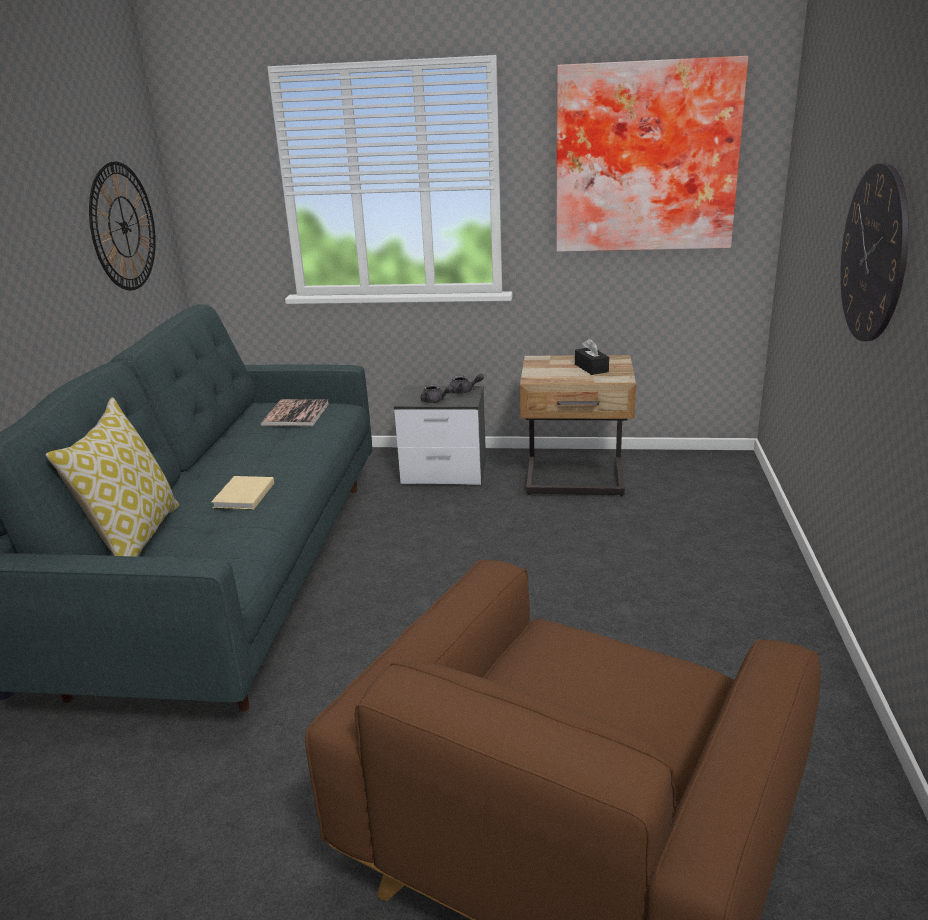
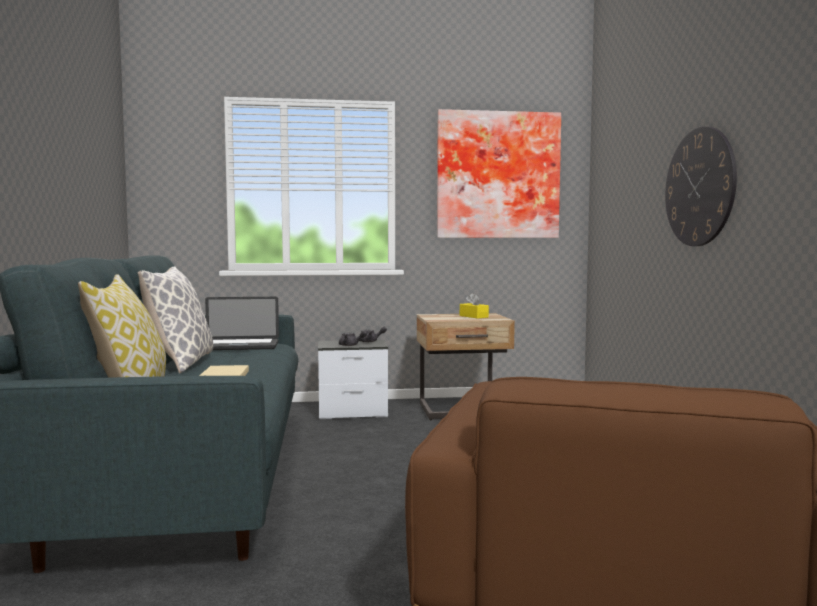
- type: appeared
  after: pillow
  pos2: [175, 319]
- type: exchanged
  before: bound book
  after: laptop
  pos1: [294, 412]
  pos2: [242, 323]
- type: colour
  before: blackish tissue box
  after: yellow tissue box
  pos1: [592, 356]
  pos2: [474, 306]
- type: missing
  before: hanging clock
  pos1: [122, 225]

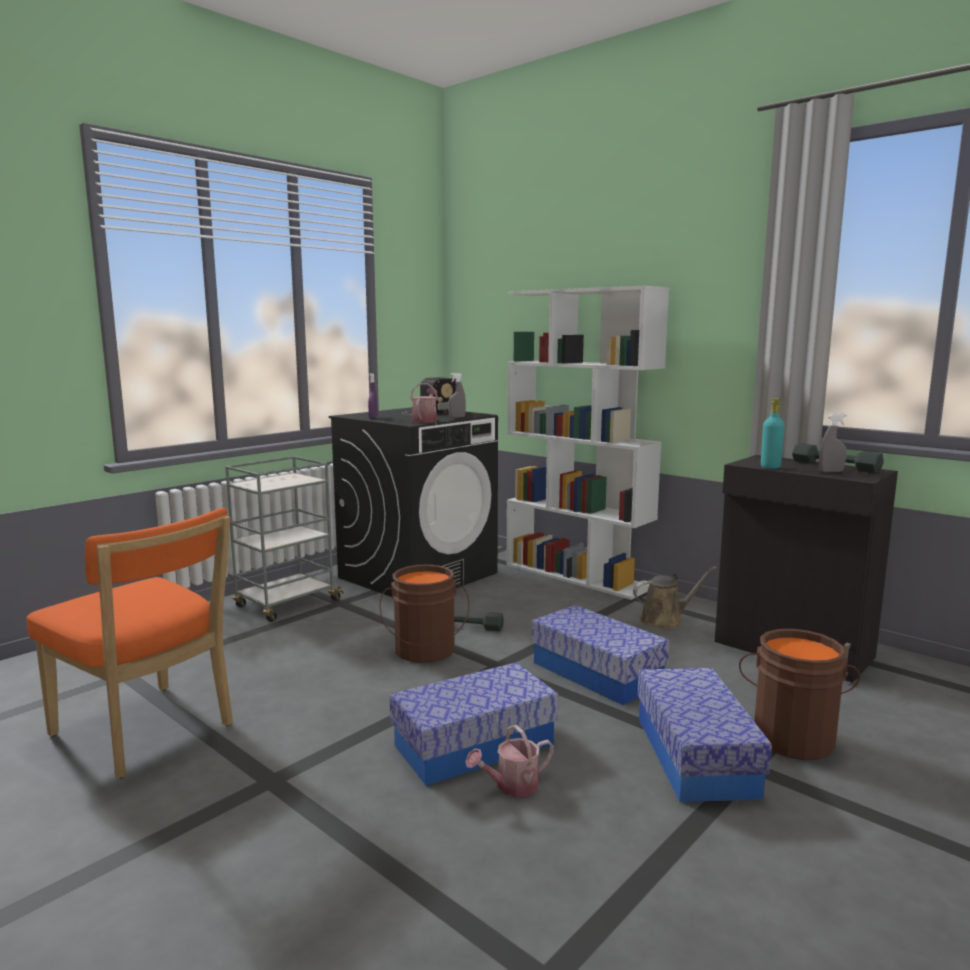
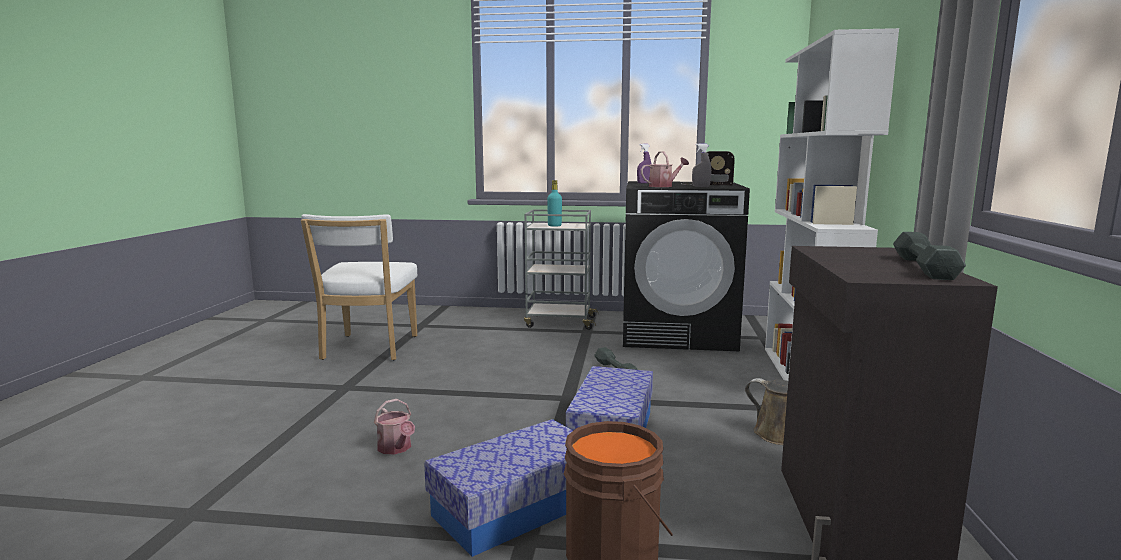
- type: colour
  before: orangey chair
  after: white-coloured chair
  pos1: [130, 643]
  pos2: [359, 287]
- type: spun
  before: sprinkling can
  pos1: [510, 761]
  pos2: [394, 426]
  turn: -150
- type: relocated
  before: turquoise bottle
  pos1: [773, 433]
  pos2: [554, 203]
- type: missing
  before: brown-coloured pail
  pos1: [424, 613]
- type: missing
  before: storage container
  pos1: [473, 724]
- type: missing
  before: greyish sprayer
  pos1: [833, 443]

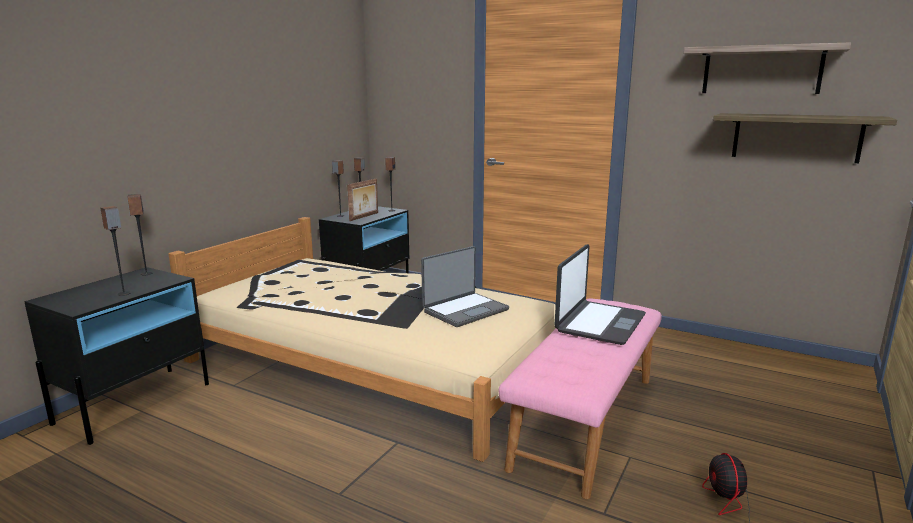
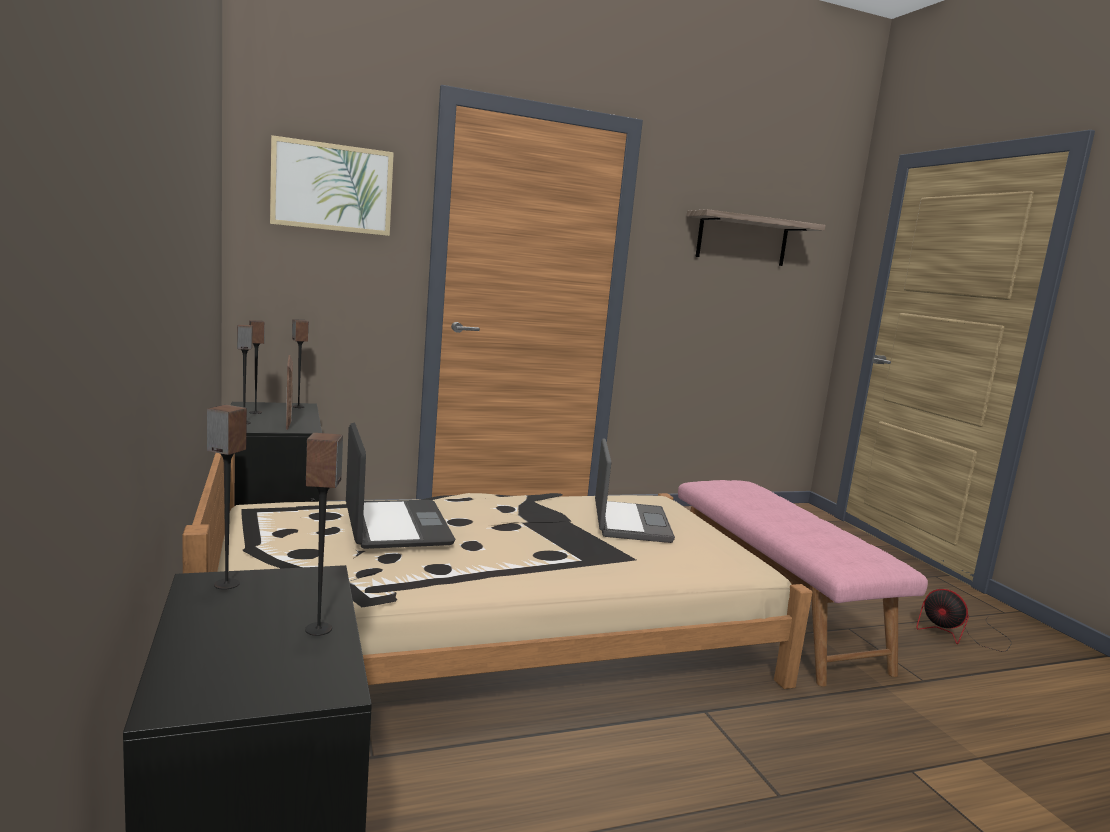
- type: appeared
  after: wall picture
  pos2: [332, 185]
- type: relocated
  before: laptop
  pos1: [600, 294]
  pos2: [400, 485]
- type: missing
  before: bracket shelf
  pos1: [805, 138]

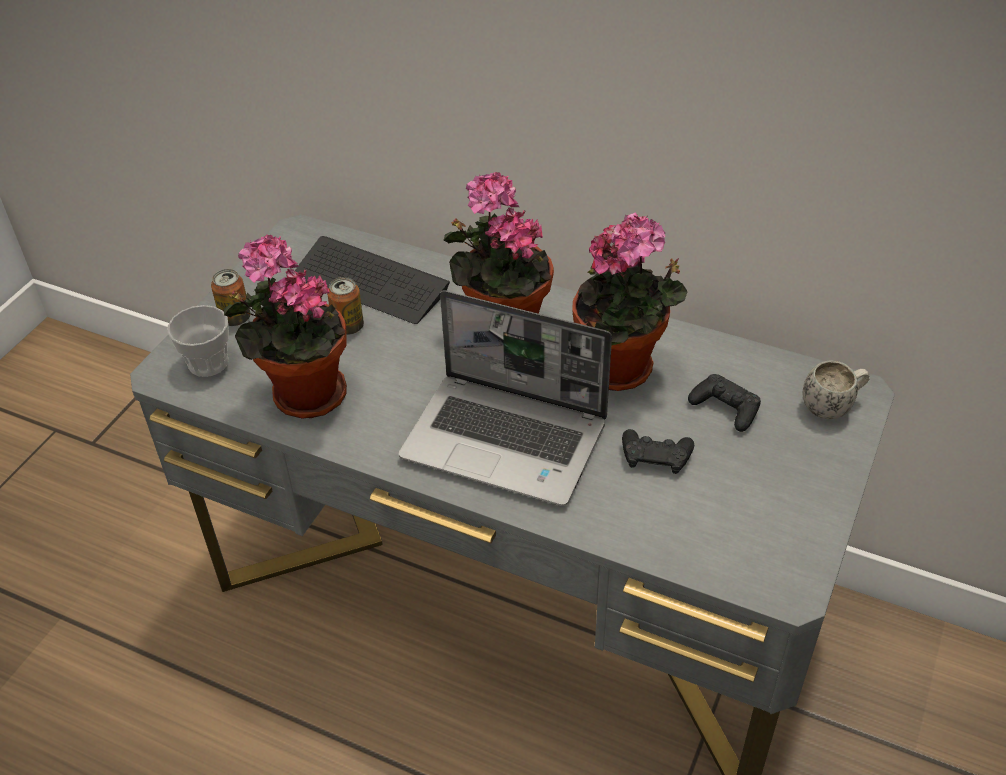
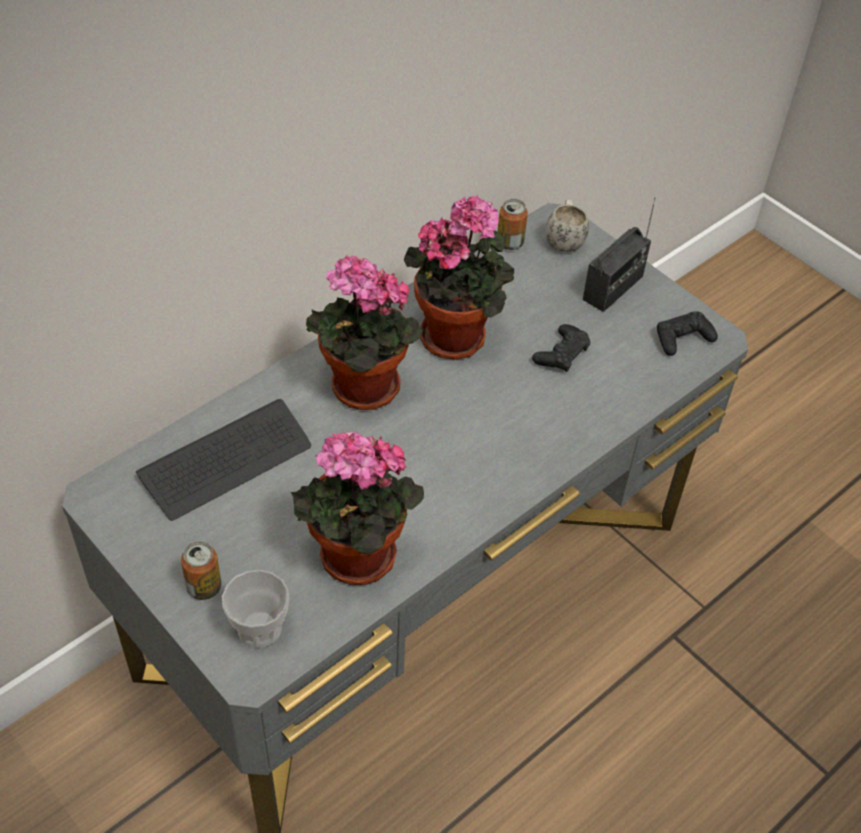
- type: relocated
  before: can
  pos1: [345, 306]
  pos2: [512, 224]
- type: appeared
  after: radio receiver
  pos2: [619, 254]
- type: relocated
  before: blackish gamepad
  pos1: [724, 403]
  pos2: [687, 333]
- type: missing
  before: laptop
  pos1: [505, 398]

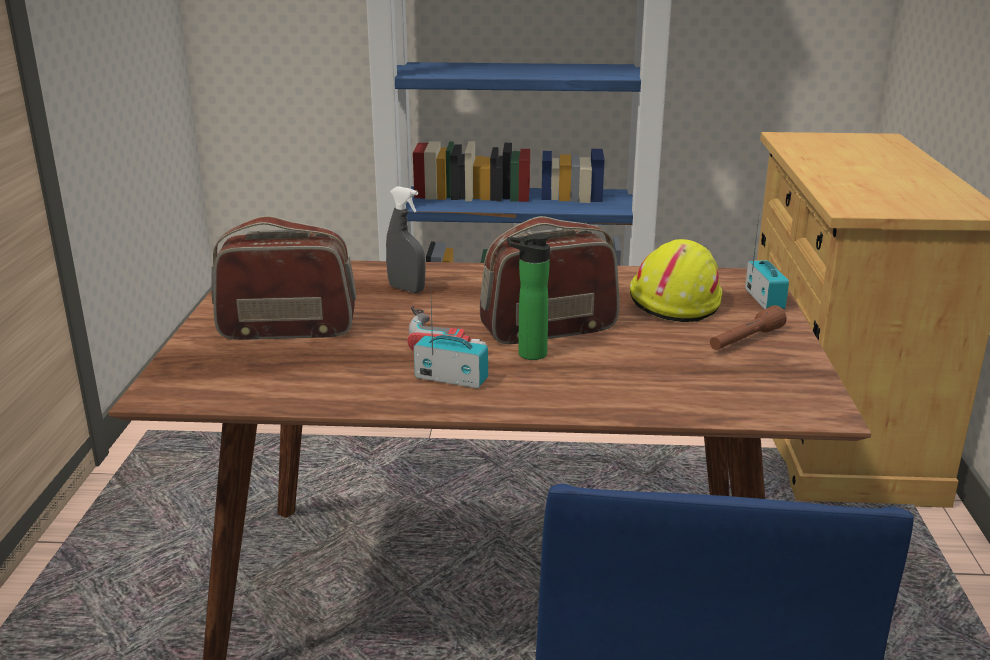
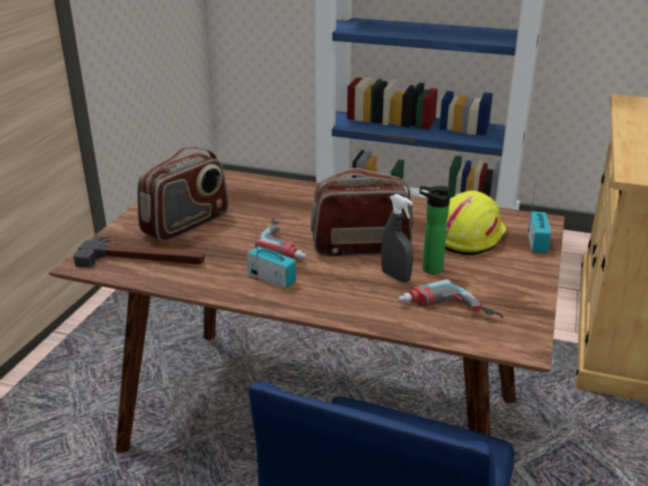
- type: appeared
  after: tool hammer
  pos2: [139, 252]
- type: spun
  before: radio receiver
  pos1: [284, 278]
  pos2: [183, 194]
  turn: 120
- type: relocated
  before: greyish sprayer
  pos1: [406, 239]
  pos2: [397, 238]
- type: appeared
  after: power drill
  pos2: [450, 298]
- type: relocated
  before: bottle
  pos1: [529, 297]
  pos2: [435, 230]
- type: missing
  before: brown-coloured torch
  pos1: [748, 327]

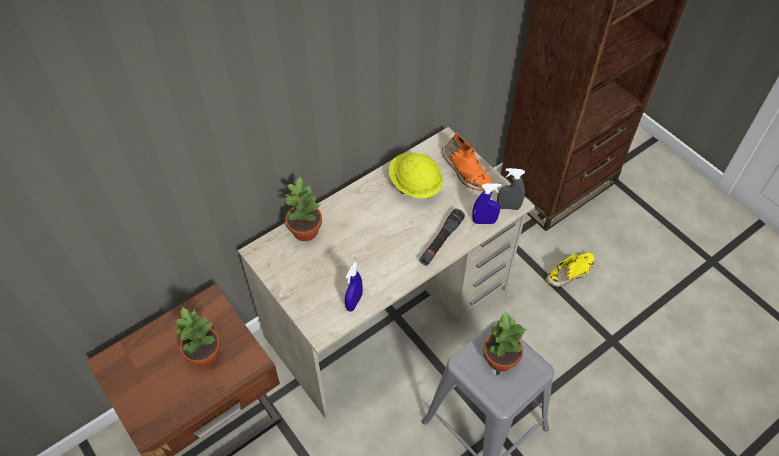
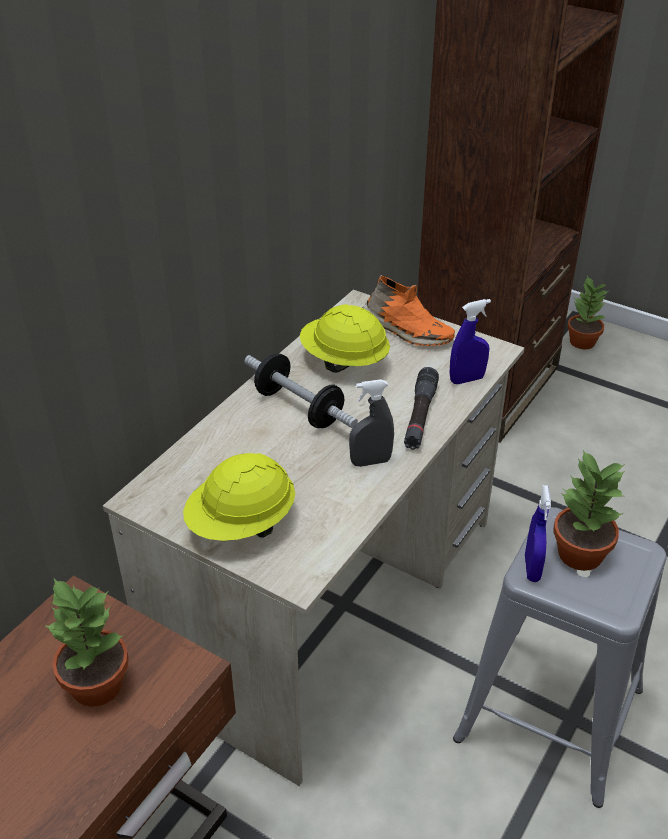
- type: appeared
  after: yellow work helmet
  pos2: [239, 497]
- type: appeared
  after: hand weight
  pos2: [301, 391]
- type: relocated
  before: greyish sprayer
  pos1: [511, 189]
  pos2: [371, 423]
- type: relocated
  before: blue sprayer
  pos1: [354, 287]
  pos2: [538, 533]
- type: relocated
  before: plant in a pot
  pos1: [303, 208]
  pos2: [587, 312]
- type: missing
  before: yellow item of footwear
  pos1: [570, 270]

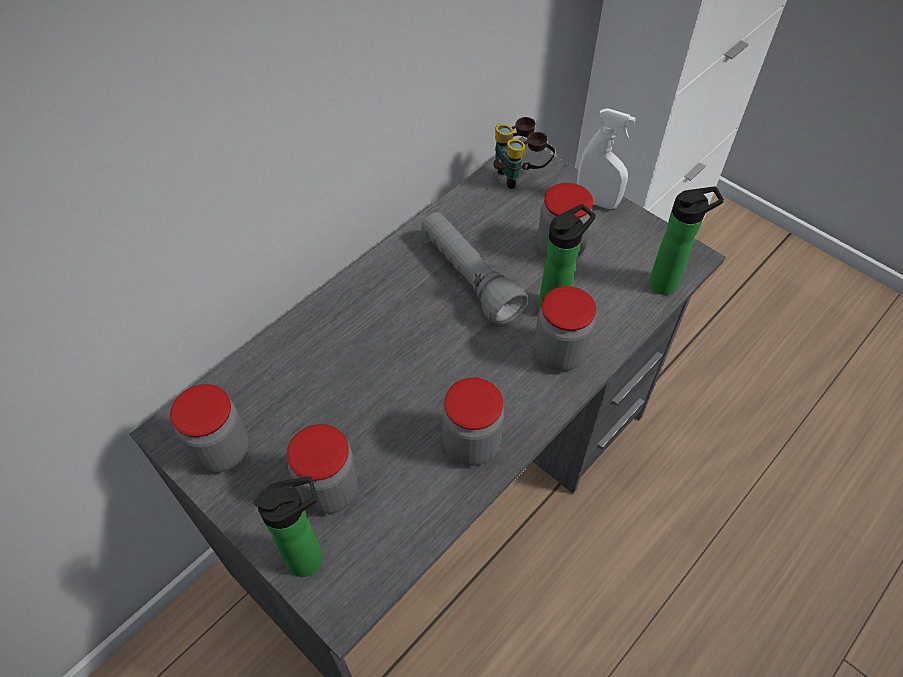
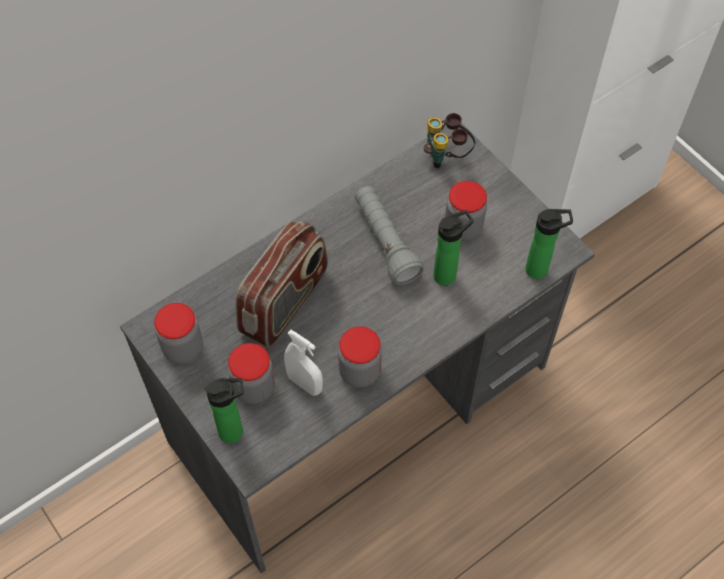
- type: appeared
  after: radio receiver
  pos2: [281, 284]
- type: relocated
  before: white-coloured sprayer
  pos1: [606, 158]
  pos2: [303, 363]
- type: missing
  before: jar
  pos1: [565, 328]

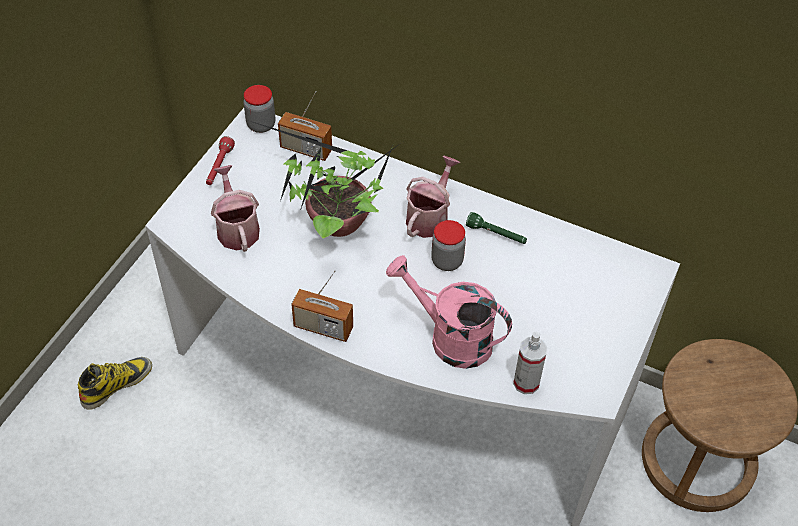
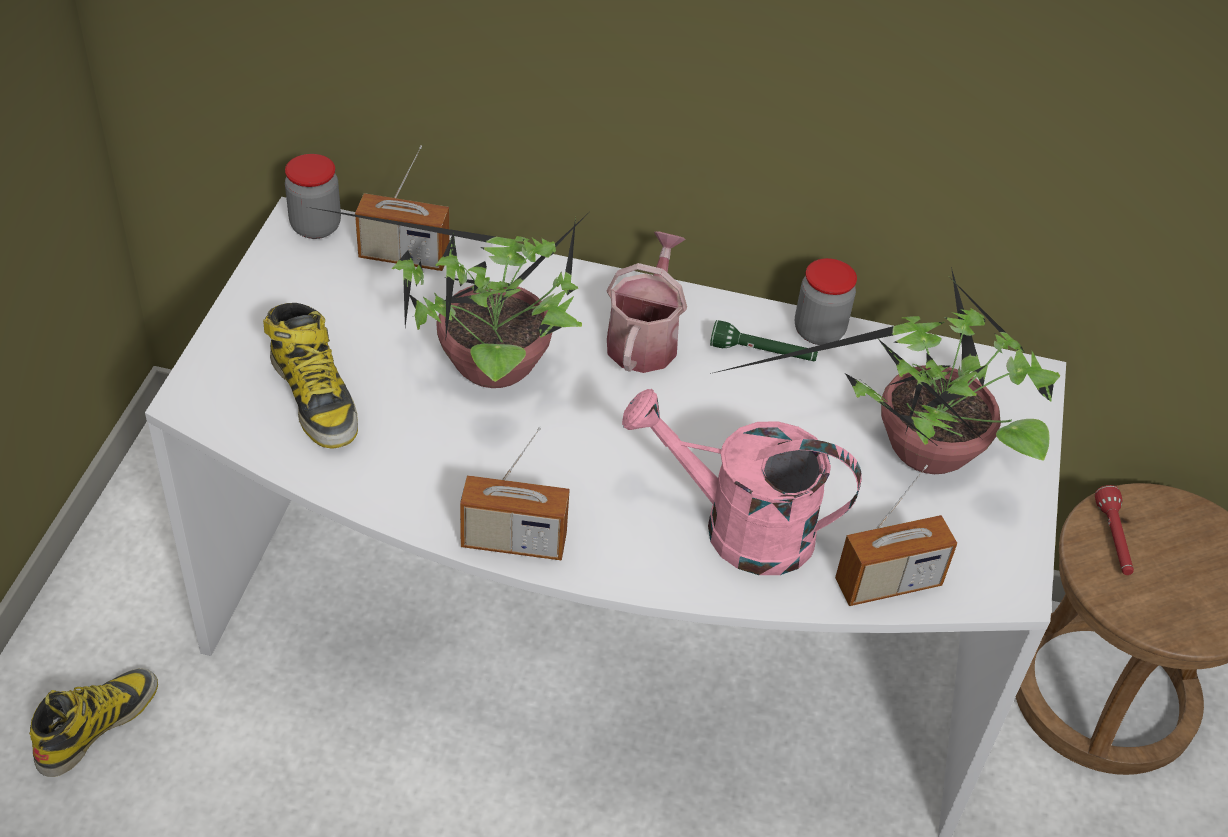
- type: exchanged
  before: sprinkling can
  after: boot
  pos1: [235, 208]
  pos2: [310, 375]
- type: appeared
  after: plant in a pot
  pos2: [885, 370]
- type: relocated
  before: jar
  pos1: [448, 245]
  pos2: [826, 301]
- type: exchanged
  before: sprayer
  after: radio receiver
  pos1: [530, 363]
  pos2: [896, 535]
- type: relocated
  before: reddish torch
  pos1: [220, 160]
  pos2: [1114, 530]

